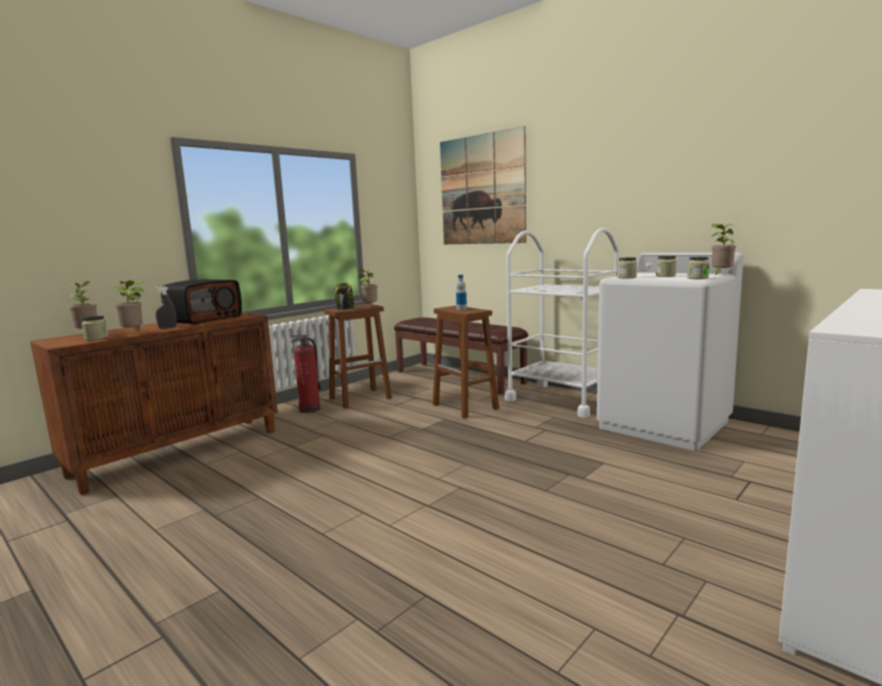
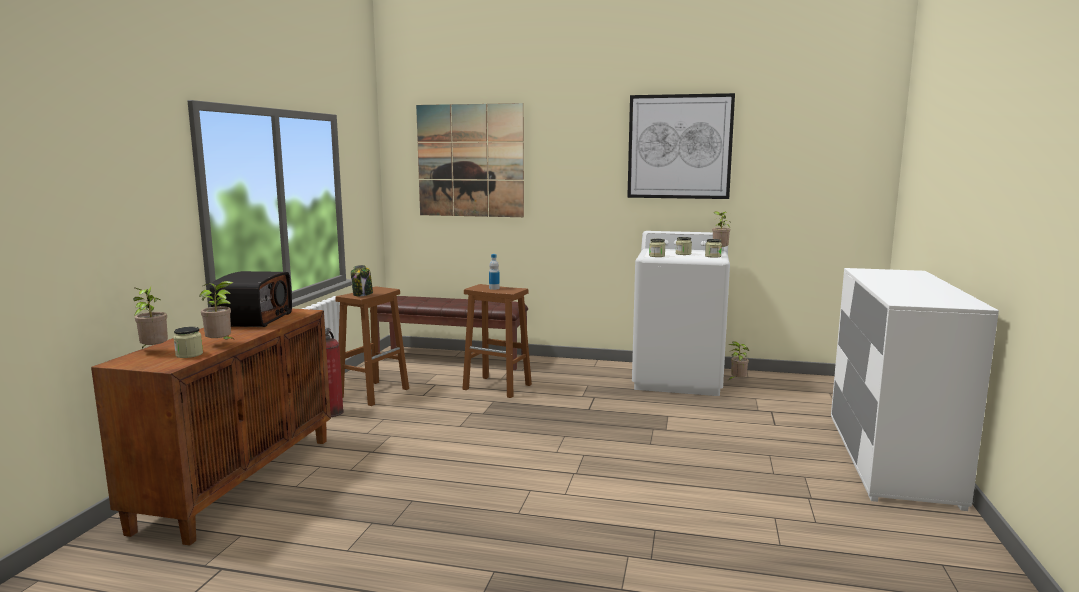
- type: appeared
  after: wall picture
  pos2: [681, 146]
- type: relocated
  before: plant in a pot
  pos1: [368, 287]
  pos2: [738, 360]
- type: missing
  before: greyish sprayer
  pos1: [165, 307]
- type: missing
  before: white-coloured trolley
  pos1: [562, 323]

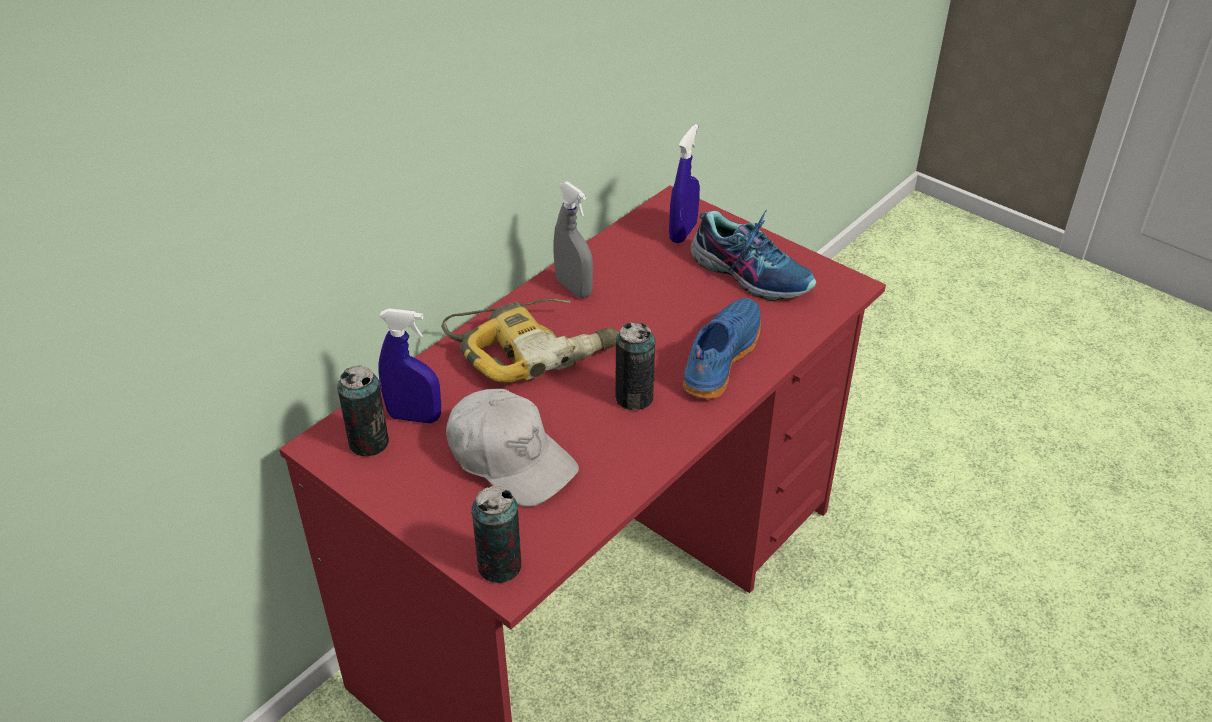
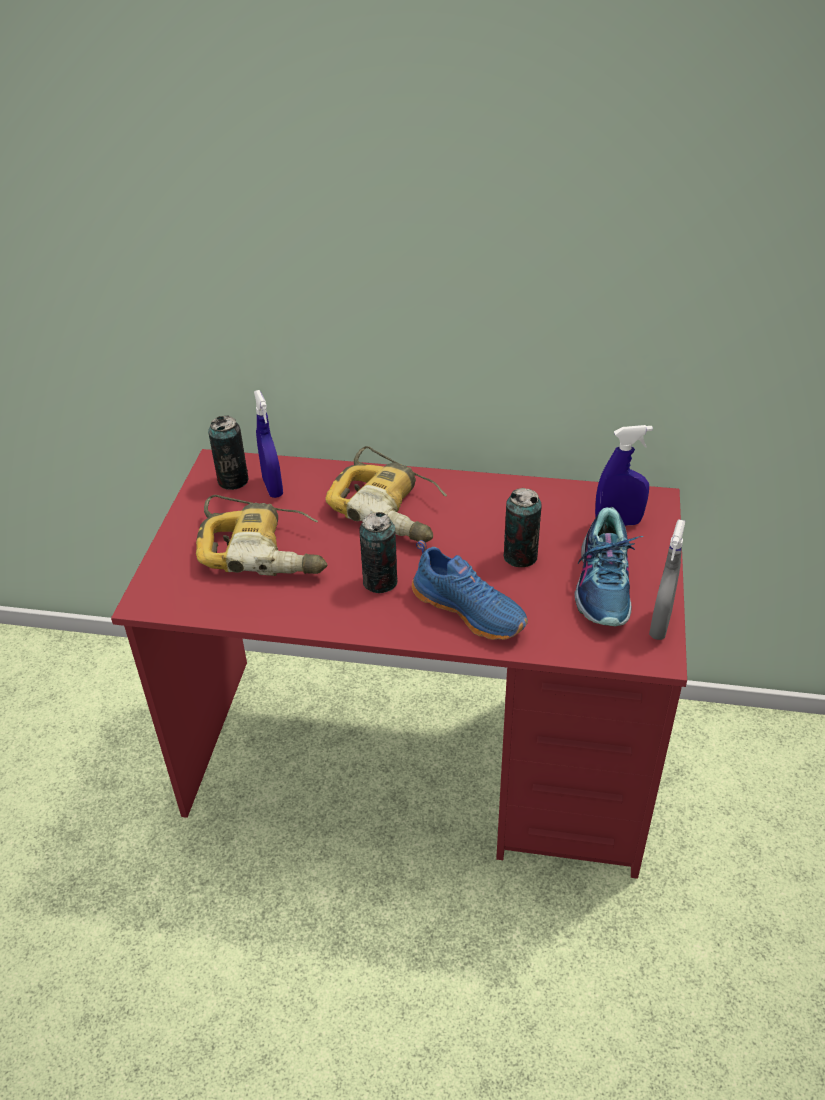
- type: exchanged
  before: white-coloured cap
  after: power drill
  pos1: [512, 448]
  pos2: [261, 535]
- type: spun
  before: blue item of footwear
  pos1: [722, 348]
  pos2: [470, 590]
  turn: 45
- type: relocated
  before: can
  pos1: [496, 534]
  pos2: [523, 527]
- type: relocated
  before: greyish sprayer
  pos1: [573, 239]
  pos2: [667, 579]

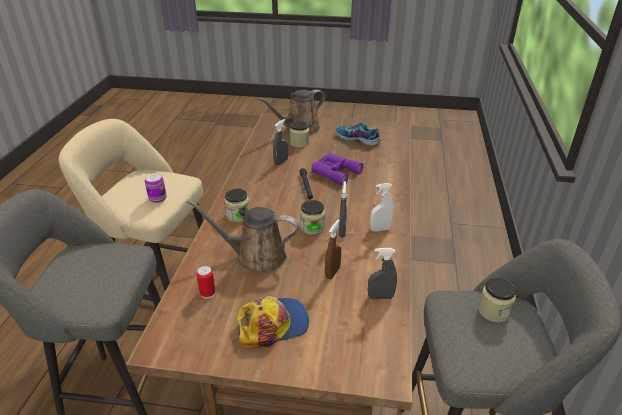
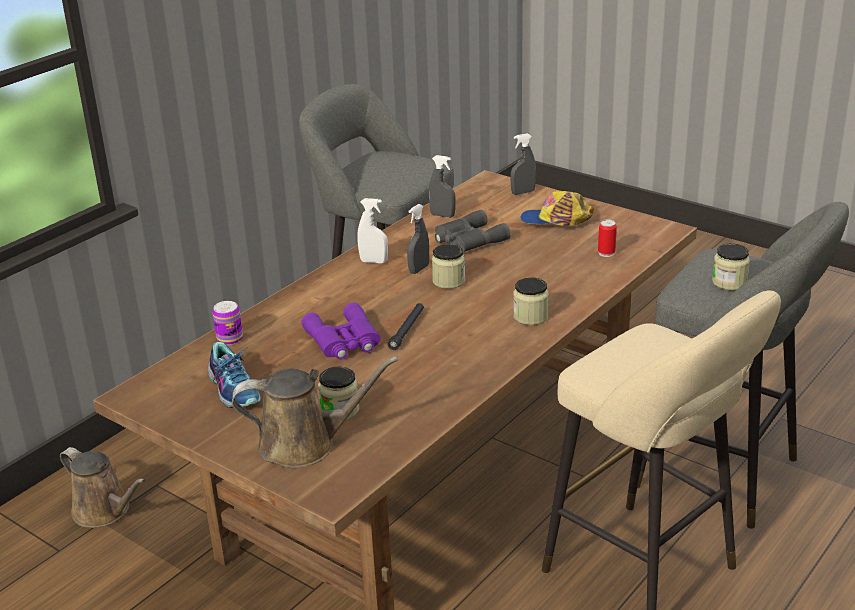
- type: relocated
  before: brown-coloured sprinkling can
  pos1: [242, 236]
  pos2: [103, 487]
- type: relocated
  before: can
  pos1: [156, 188]
  pos2: [228, 323]
- type: exchanged
  before: brown-coloured sprayer
  after: greyish field glasses
  pos1: [333, 249]
  pos2: [473, 231]
- type: relocated
  before: greyish sprayer
  pos1: [280, 142]
  pos2: [523, 164]
- type: relocated
  before: jar
  pos1: [497, 300]
  pos2: [731, 266]

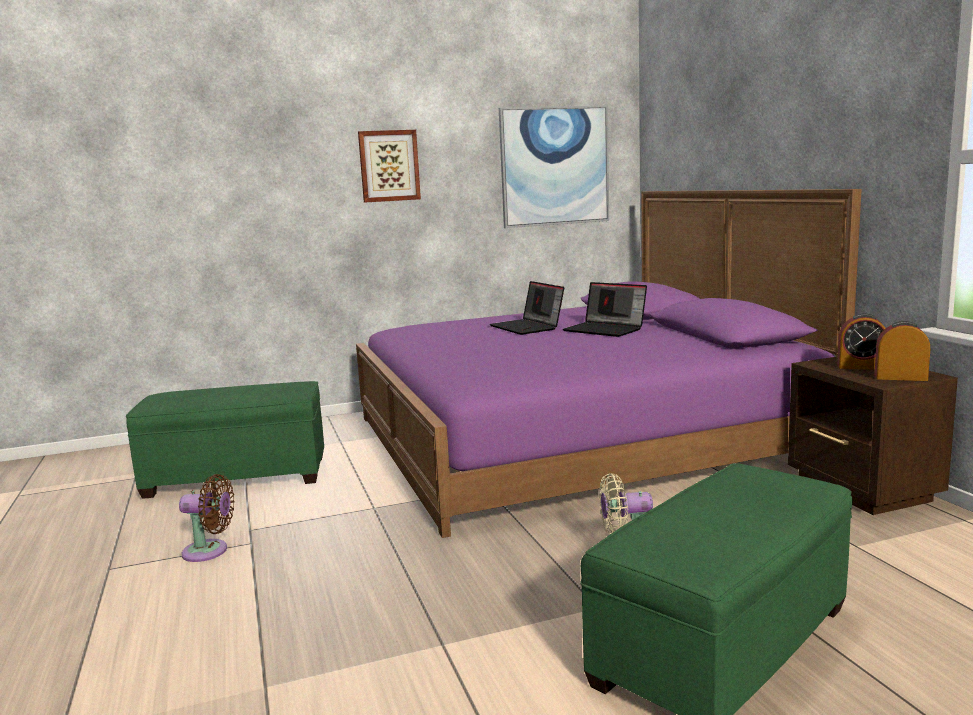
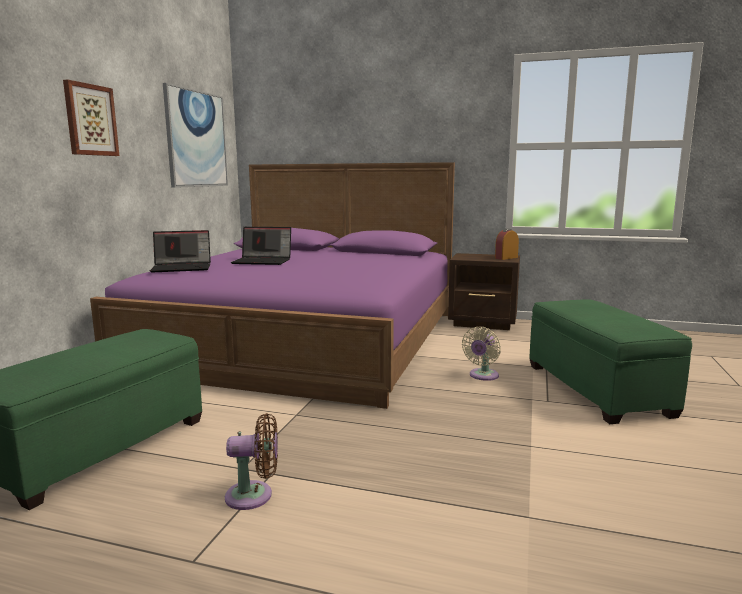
- type: relocated
  before: laptop
  pos1: [605, 309]
  pos2: [180, 251]
- type: spun
  before: brown-coloured fan
  pos1: [207, 518]
  pos2: [251, 461]
  turn: 45
- type: missing
  before: alarm clock
  pos1: [861, 341]

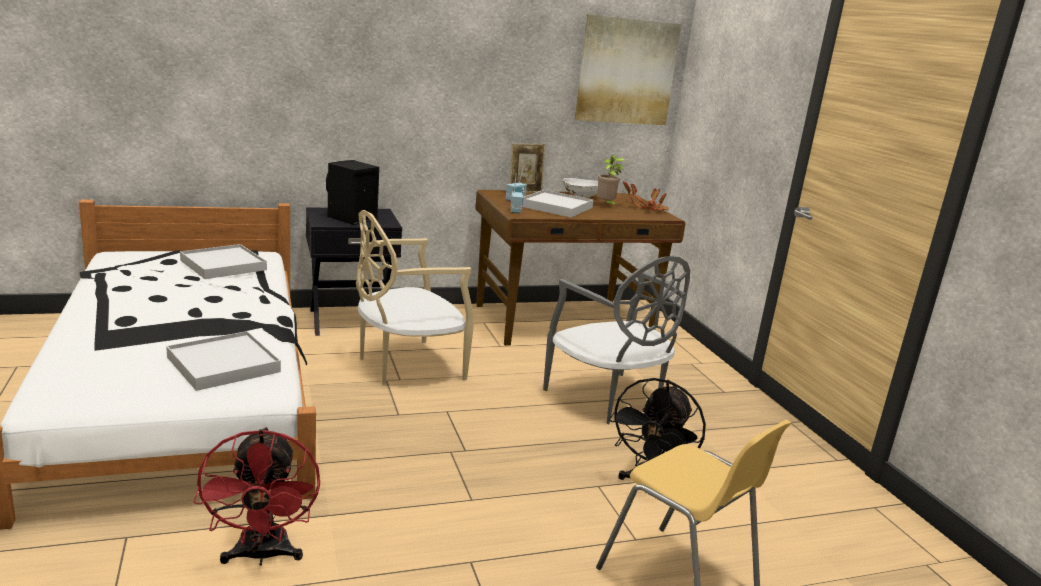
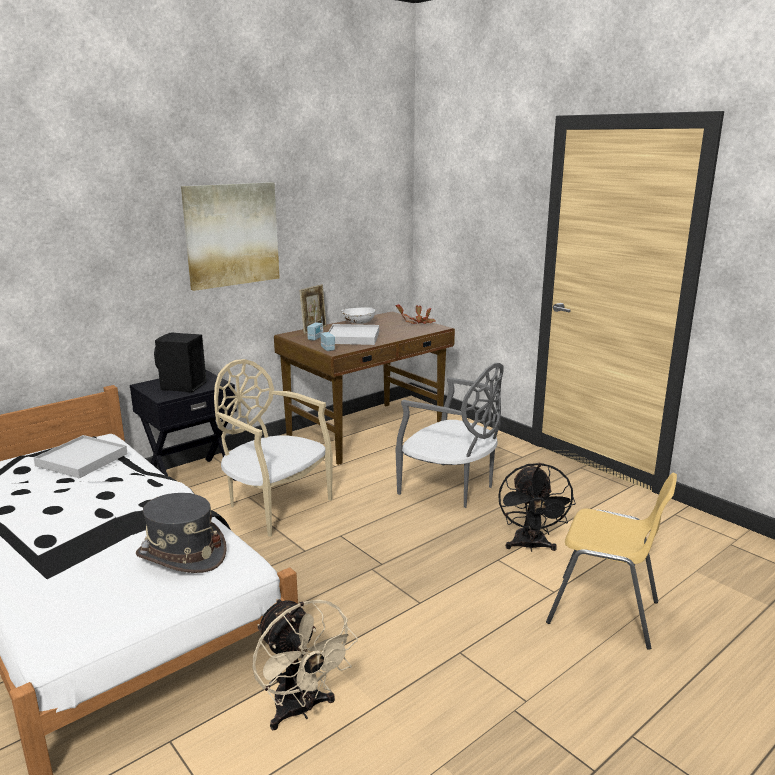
- type: exchanged
  before: white-coloured carrying tray
  after: greyish hat
  pos1: [223, 361]
  pos2: [181, 533]
- type: relocated
  before: wall picture
  pos1: [628, 69]
  pos2: [230, 236]
- type: spun
  before: beige chair
  pos1: [415, 297]
  pos2: [273, 448]
  turn: 90
- type: colour
  before: reddish fan
  after: beige fan
  pos1: [257, 496]
  pos2: [305, 664]
- type: missing
  before: plant in a pot
  pos1: [611, 181]

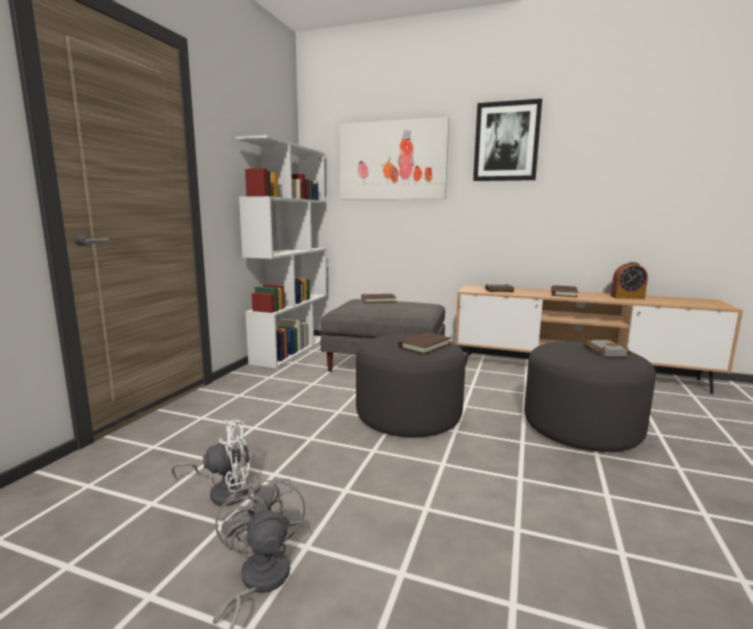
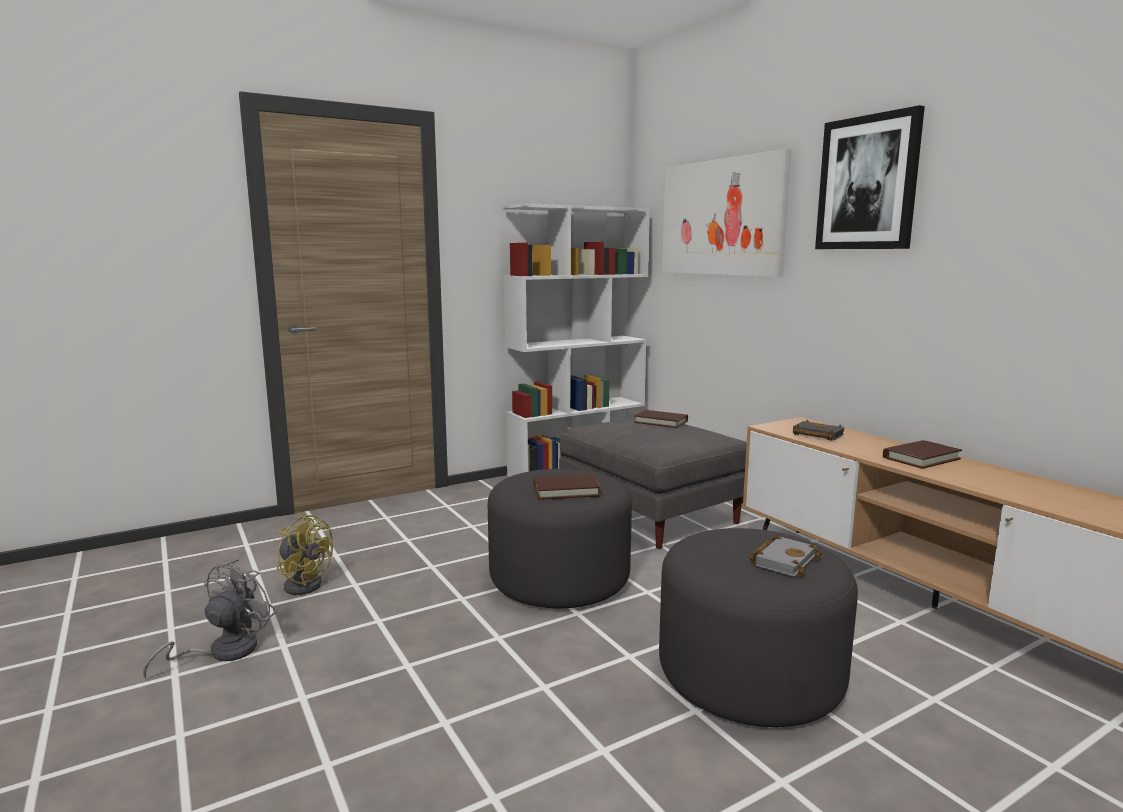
- type: colour
  before: white-coloured fan
  after: yellow fan
  pos1: [211, 462]
  pos2: [305, 554]
- type: missing
  before: alarm clock
  pos1: [629, 280]

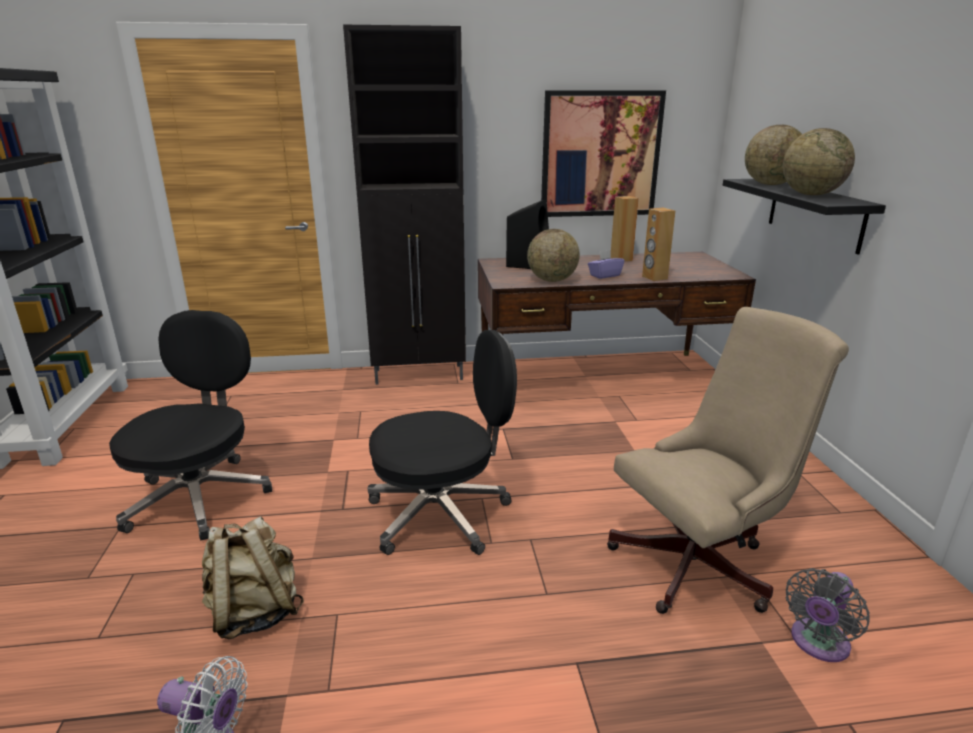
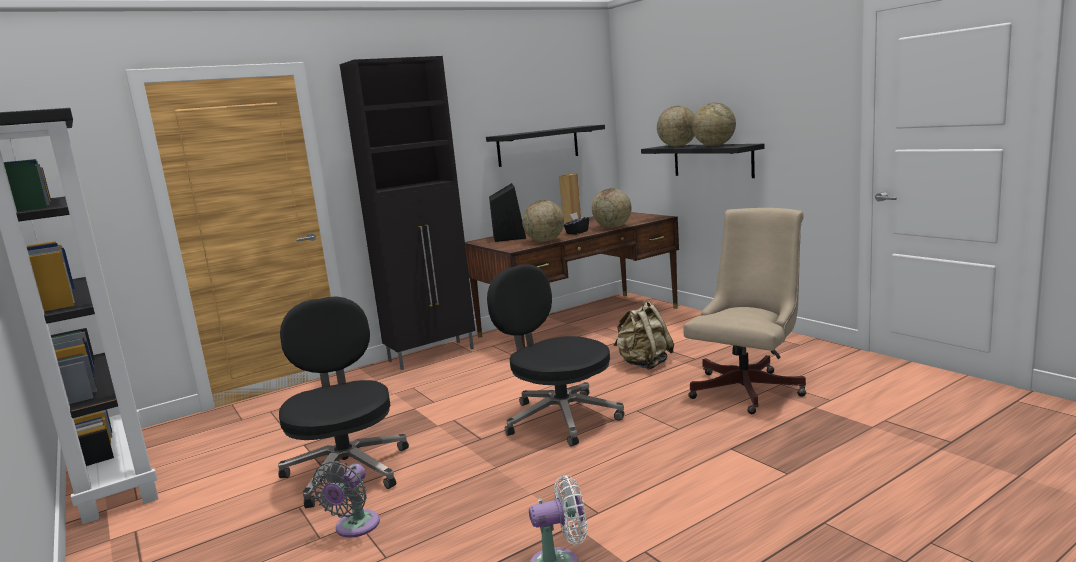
- type: relocated
  before: greyish fan
  pos1: [828, 615]
  pos2: [346, 499]
- type: exchanged
  before: wall picture
  after: blackish bracket shelf
  pos1: [603, 154]
  pos2: [545, 146]
- type: spun
  before: blackish computer chair
  pos1: [442, 442]
  pos2: [555, 355]
  turn: -90
- type: colour
  before: purplish tissue box
  after: blackish tissue box
  pos1: [606, 264]
  pos2: [576, 223]
- type: exchanged
  before: brown-coloured audio speaker
  after: globe
  pos1: [659, 244]
  pos2: [611, 208]
- type: relocated
  before: beige backpack
  pos1: [253, 577]
  pos2: [644, 335]

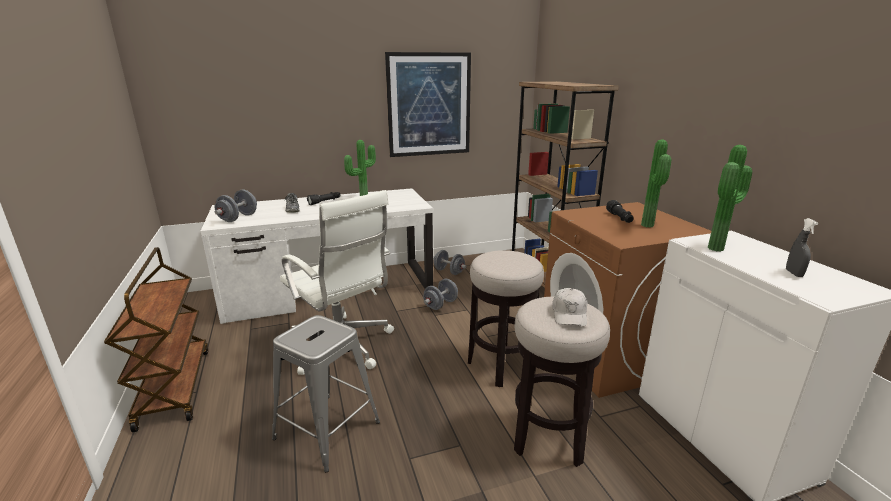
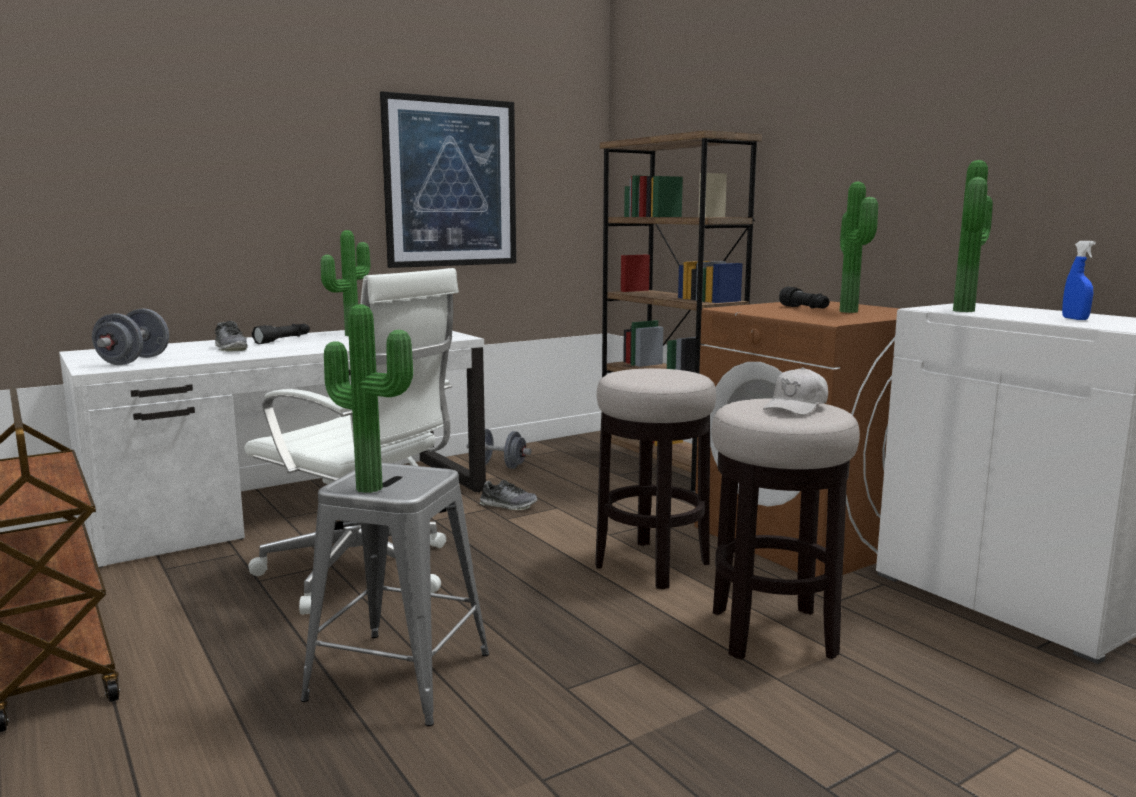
- type: appeared
  after: plant in a pot
  pos2: [368, 398]
- type: exchanged
  before: greyish hand weight
  after: item of footwear
  pos1: [440, 294]
  pos2: [508, 495]
- type: spun
  before: white-coloured cap
  pos1: [569, 307]
  pos2: [795, 391]
  turn: 45
- type: colour
  before: greyish sprayer
  after: blue sprayer
  pos1: [802, 247]
  pos2: [1079, 280]

